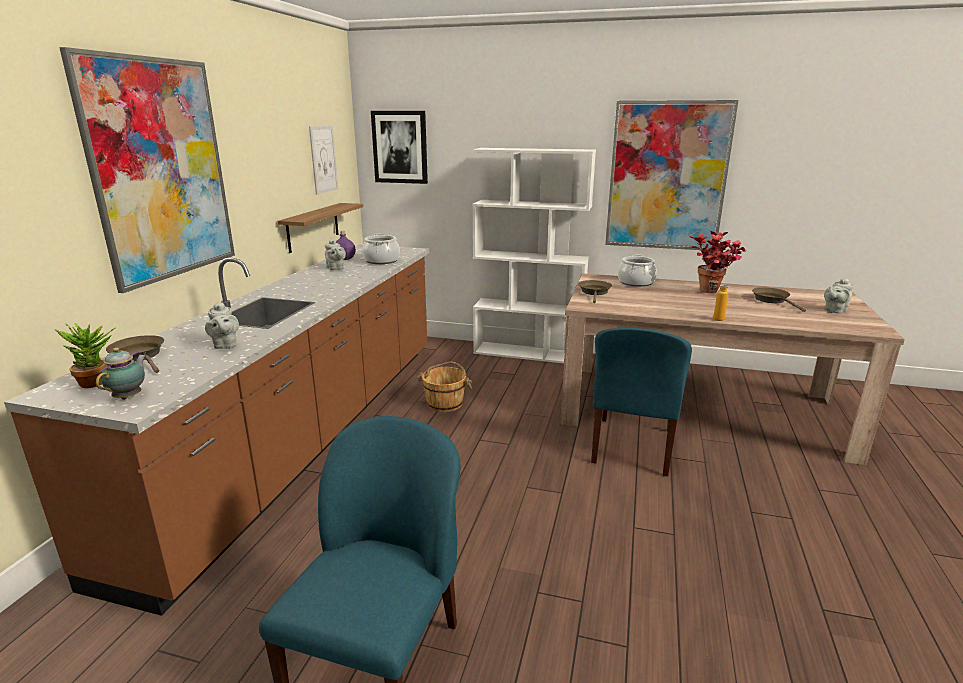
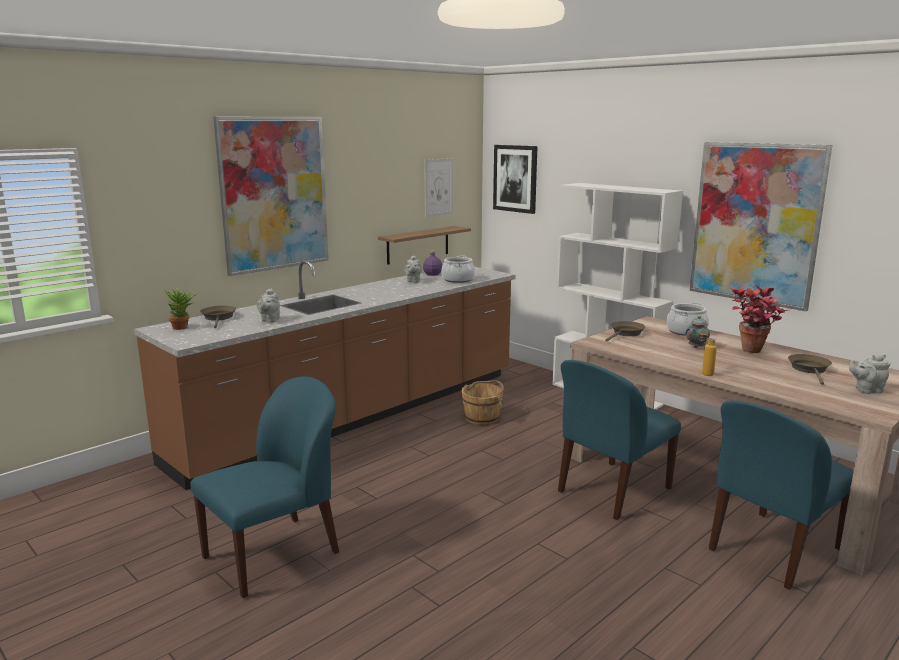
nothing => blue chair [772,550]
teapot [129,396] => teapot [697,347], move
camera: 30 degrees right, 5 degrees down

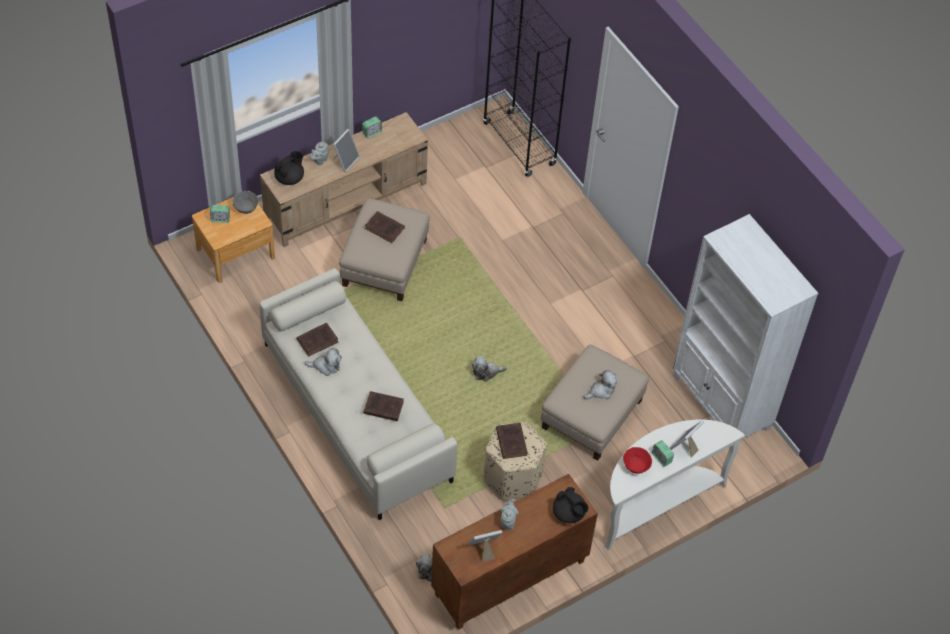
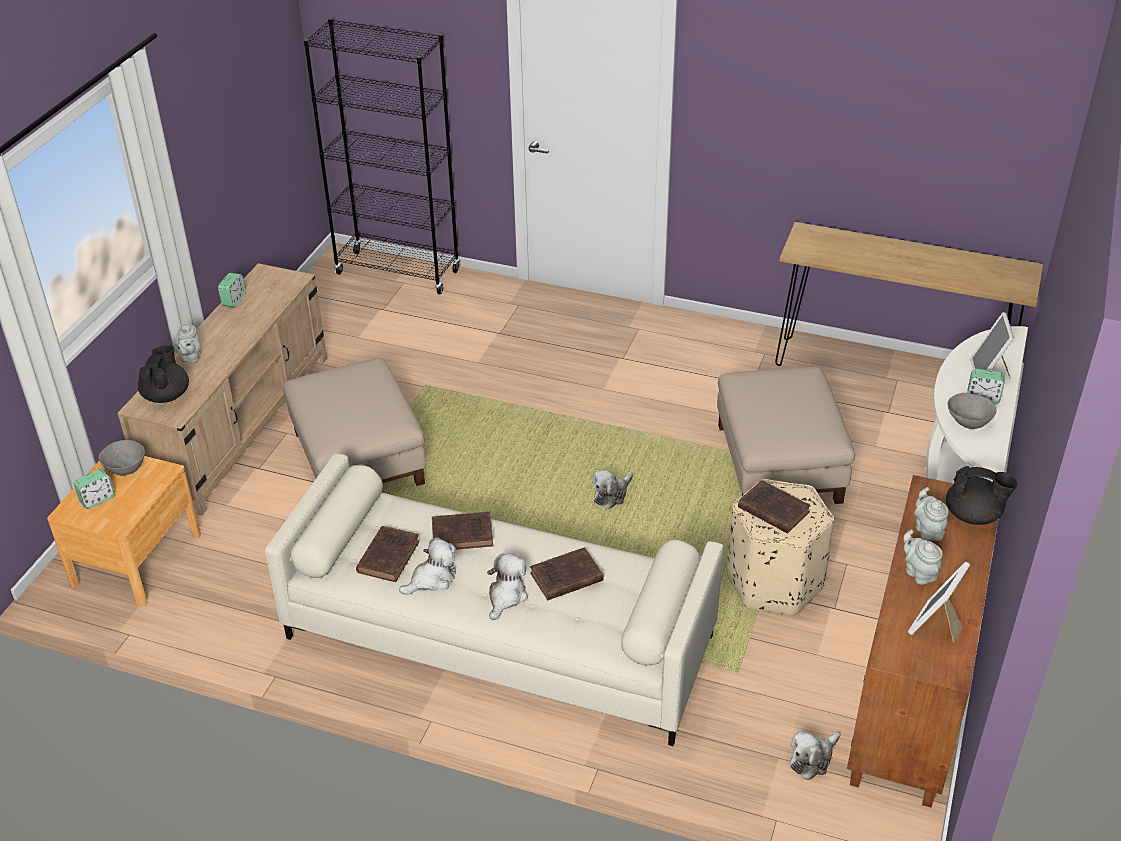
picture frame [345,160] => nothing
nothing => grey teapot [927,530]
brown book [385,229] => brown book [464,534], move
plush toy [601,390] => plush toy [506,596], move
white bookcase [721,403] => brown console table [890,373]
red bowl [636,466] => grey bowl [969,421]
camera: 35 degrees left, 15 degrees down

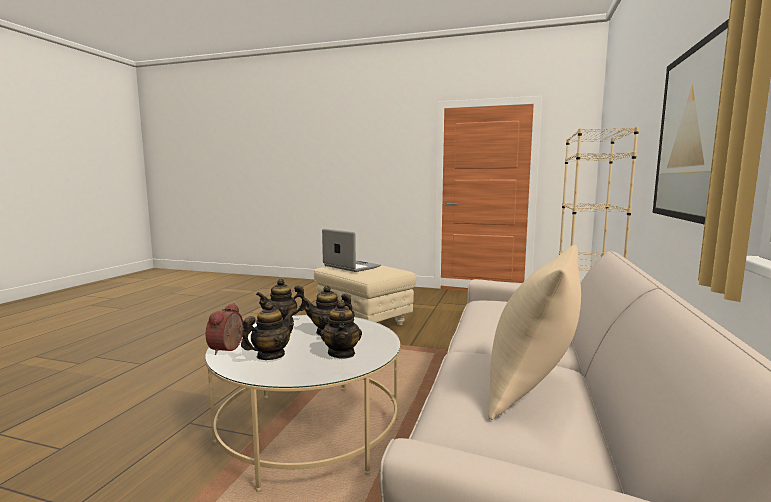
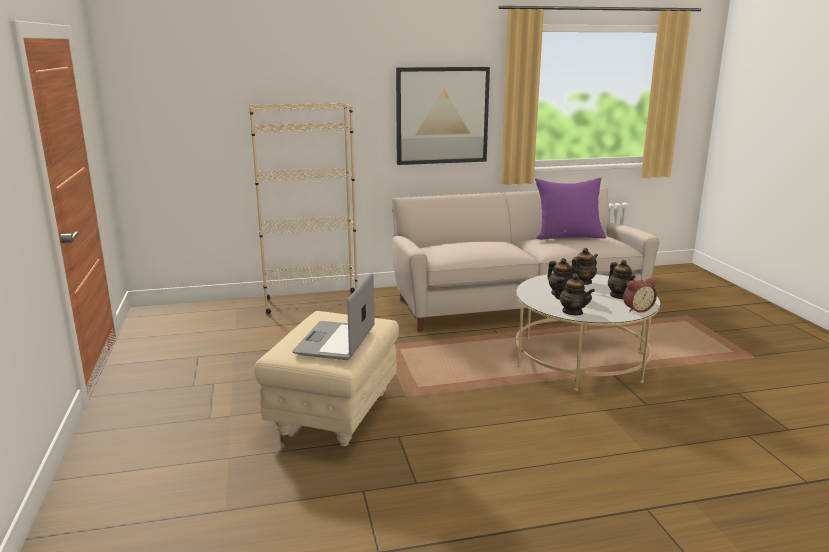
beige pillow [532,386] => purple pillow [568,236]
teapot [270,356] => teapot [620,296], 120 degrees counterclockwise
camera: 120 degrees left, 10 degrees up

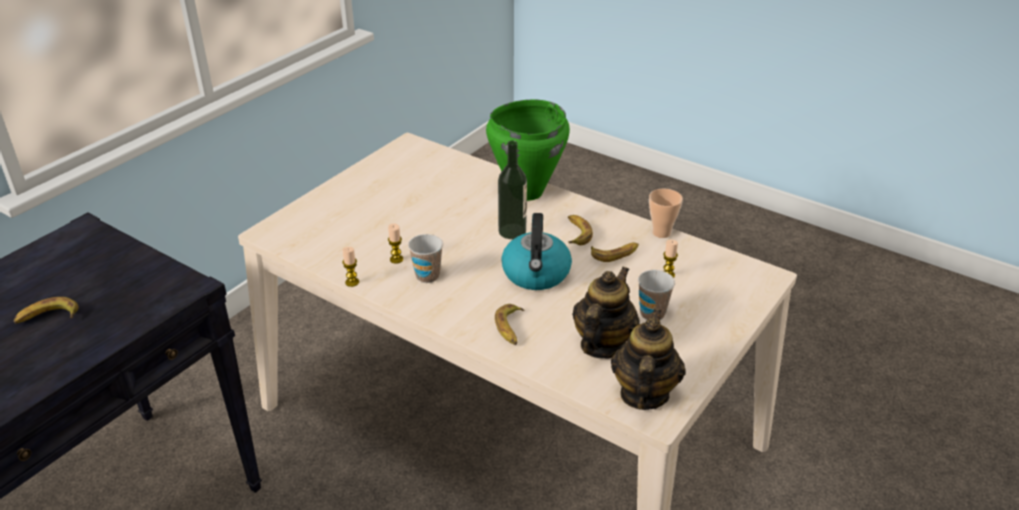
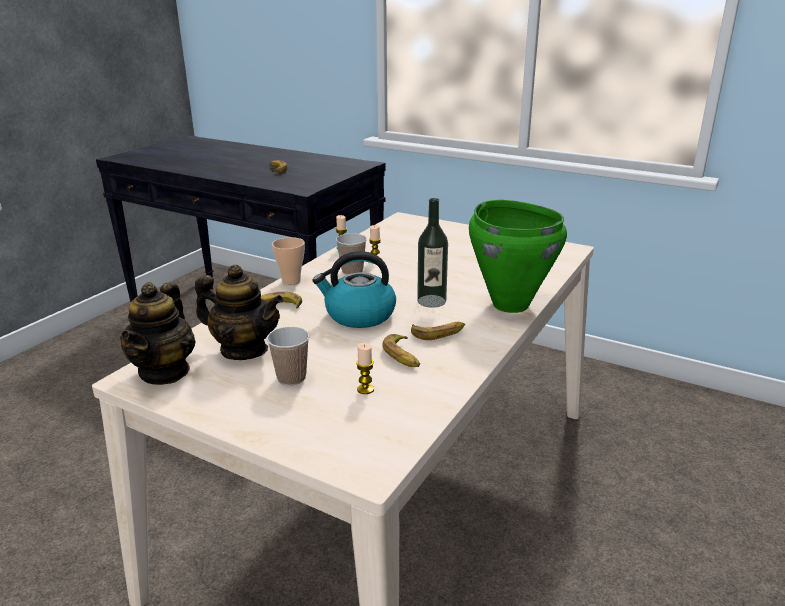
cup [661,232] => cup [291,281], move
teapot [643,394] => teapot [165,371], 90 degrees clockwise
camera: 85 degrees right, 10 degrees down

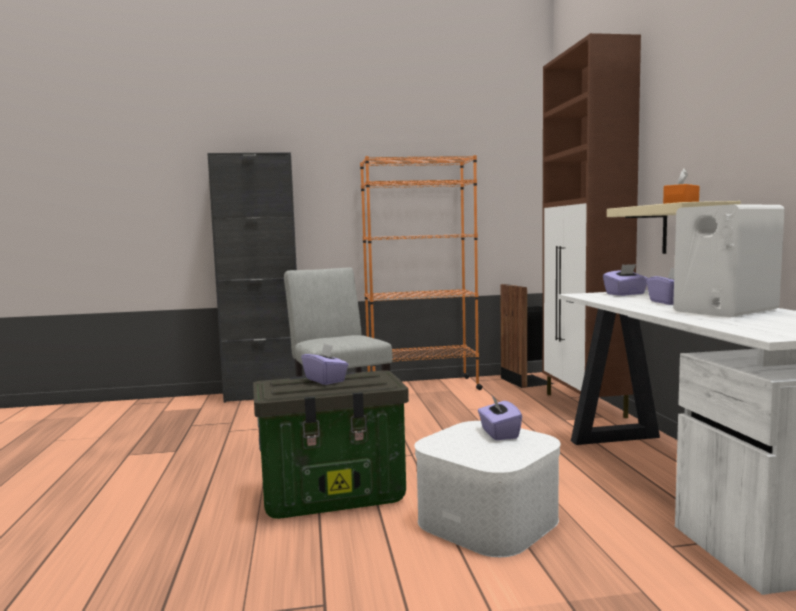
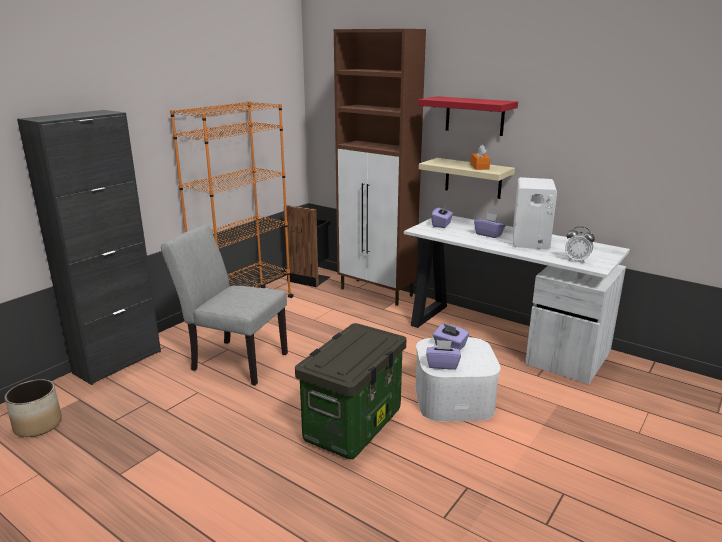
nothing => planter [38,425]
nothing => red shelf [474,116]
nothing => alarm clock [577,260]
purple tissue box [325,380] => purple tissue box [442,364], move
camera: 45 degrees left, 15 degrees up

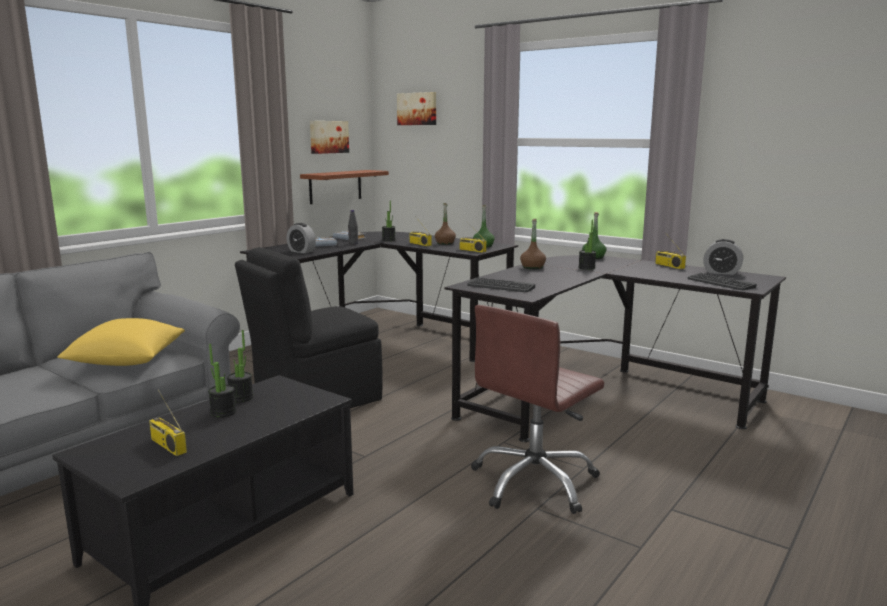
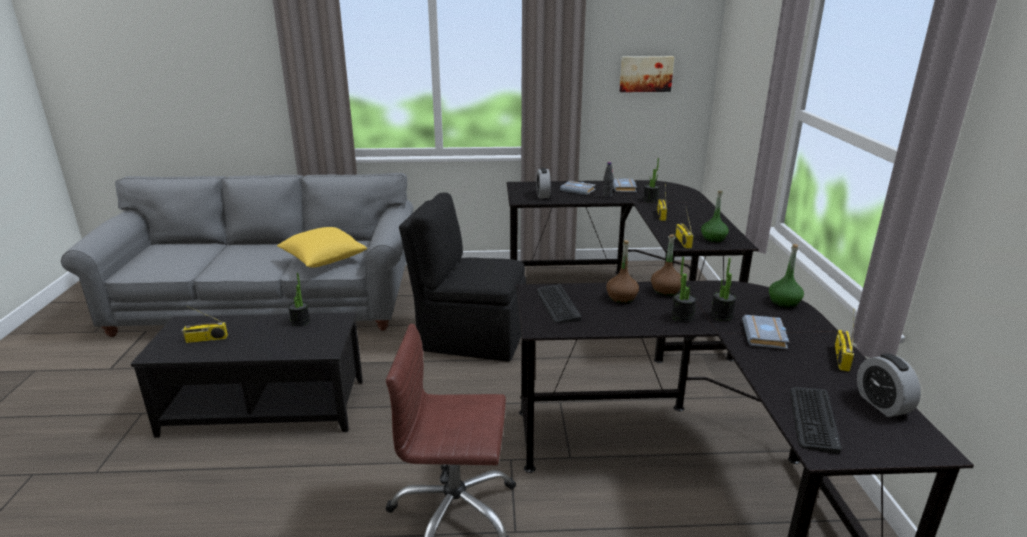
brown shelf [335,186] => nothing
picture [417,109] => nothing
nothing => grey book [766,336]
potted plant [223,412] => potted plant [682,317], move
brown bottle [445,243] => brown bottle [621,298], move
radio [167,446] => radio [206,339], 105 degrees counterclockwise
camera: 50 degrees right, 10 degrees up

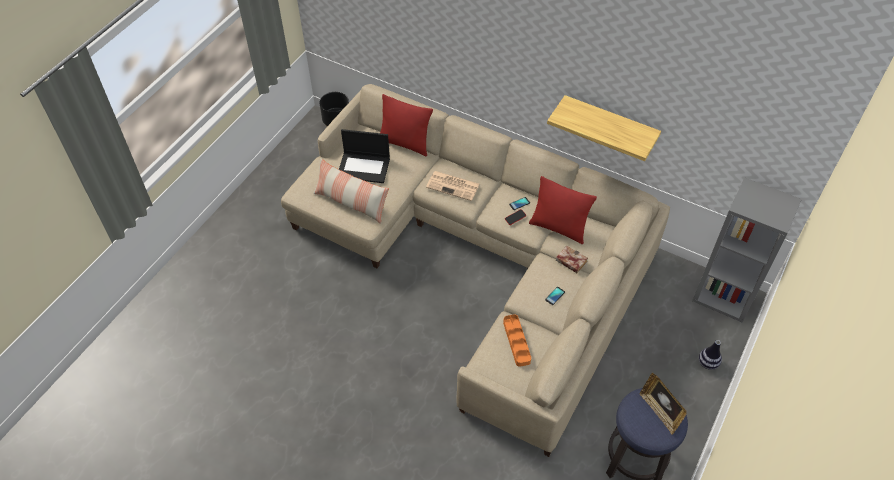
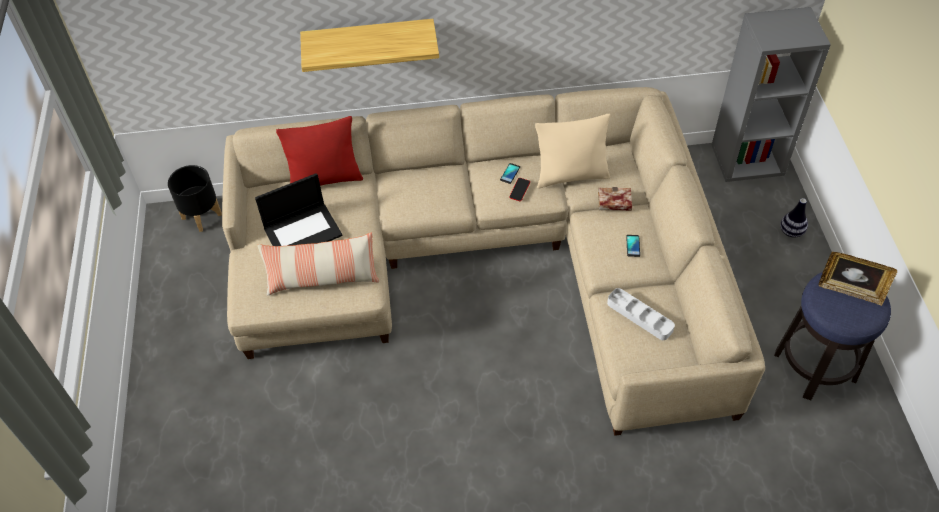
newspaper [453,186] => nothing
shelf [609,124] => shelf [369,41], move
orange tray [516,342] => grey tray [639,316]
red pillow [558,228] => beige pillow [571,176]
camera: 35 degrees left, 0 degrees up

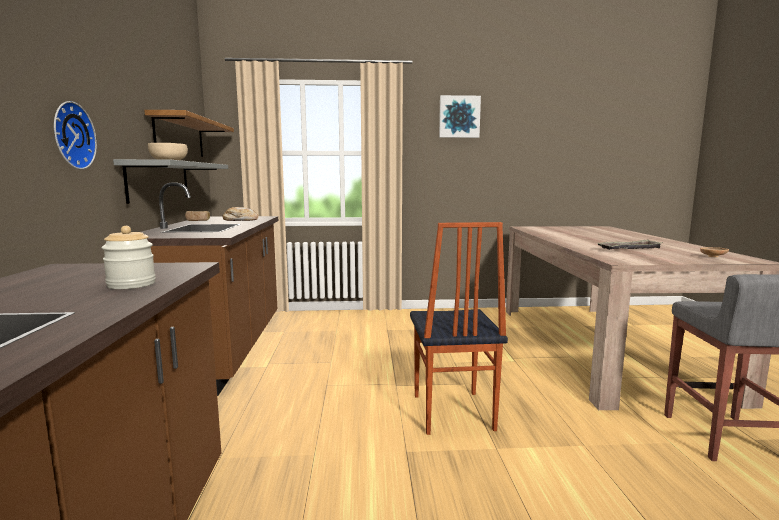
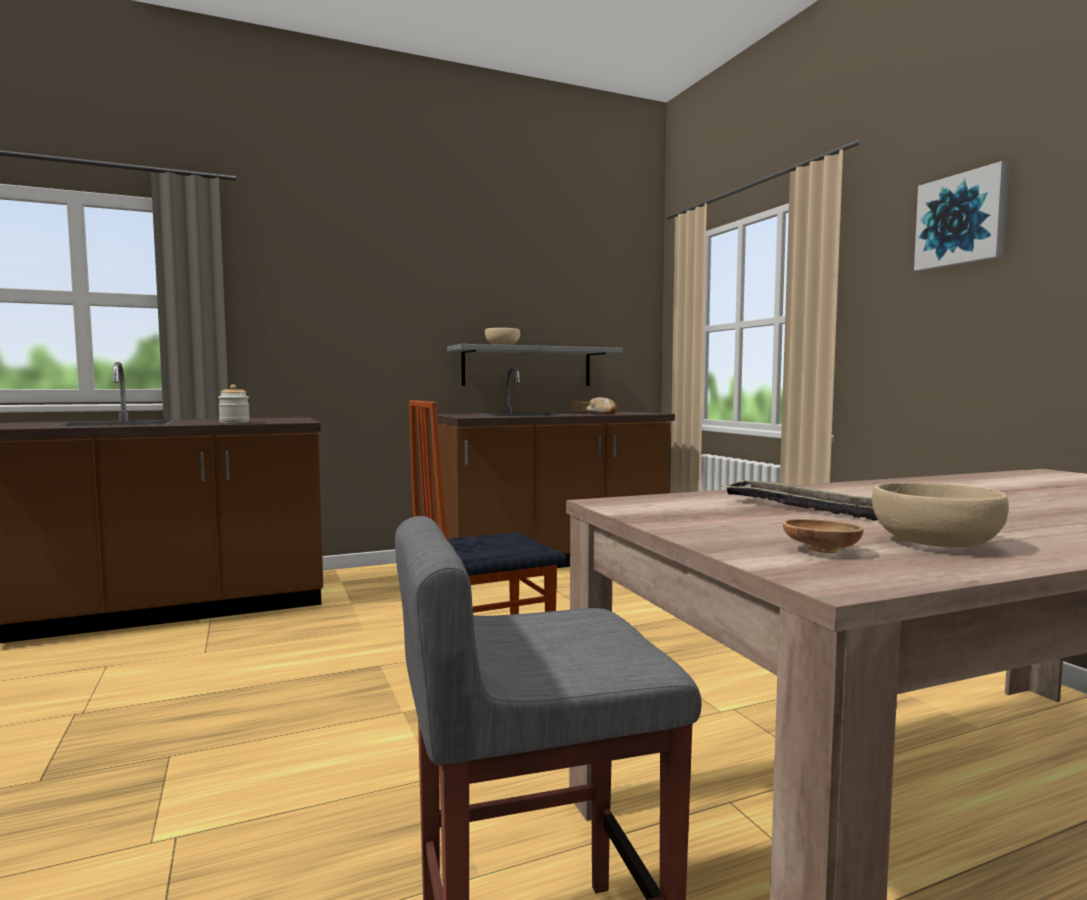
wall clock [70,135] => nothing
shelf [180,137] => nothing
nothing => beige bowl [936,544]
camera: 70 degrees right, 5 degrees down

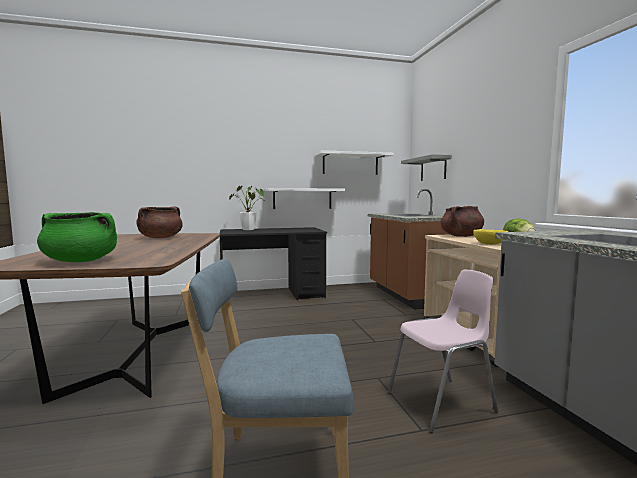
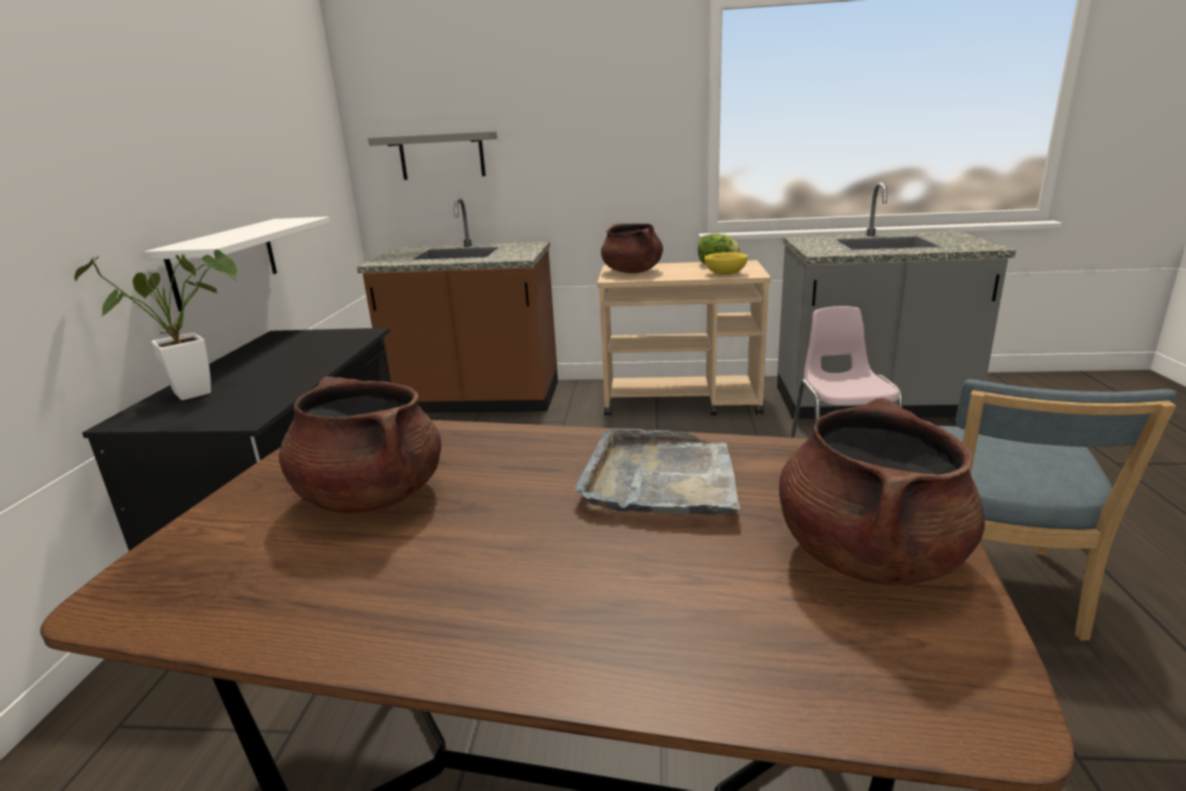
white shelf [350,164] => nothing
nothing => grey tray [661,479]
green cooking pot [81,261] => brown cooking pot [868,555]
camera: 70 degrees left, 15 degrees up

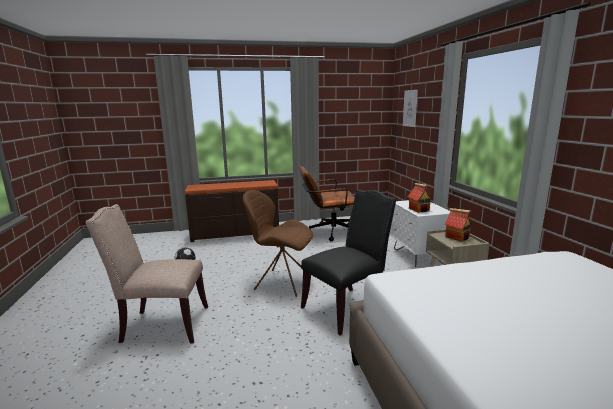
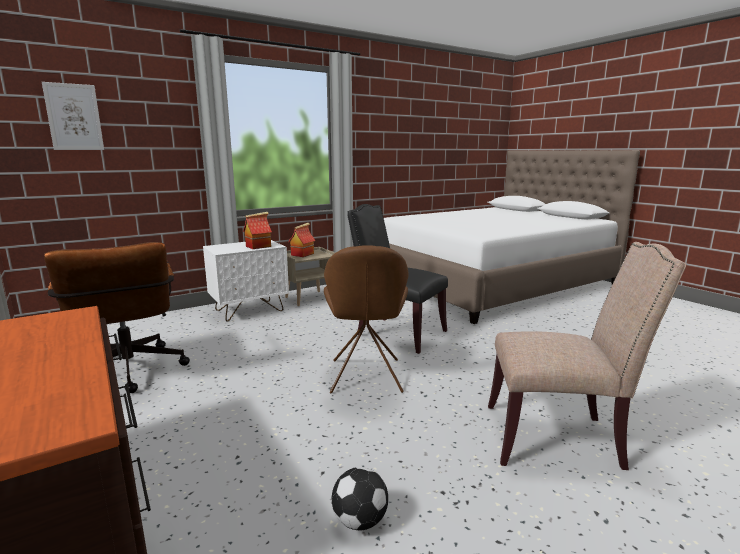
beige chair [161,325] => beige chair [558,438], 60 degrees counterclockwise
camera: 110 degrees left, 0 degrees up

